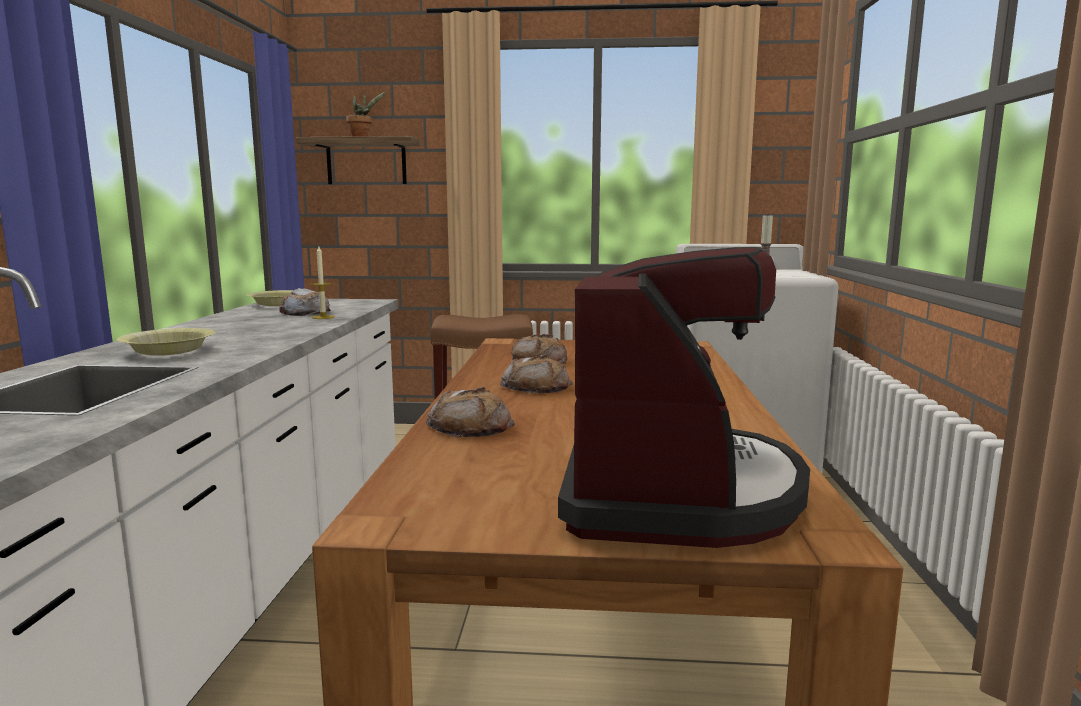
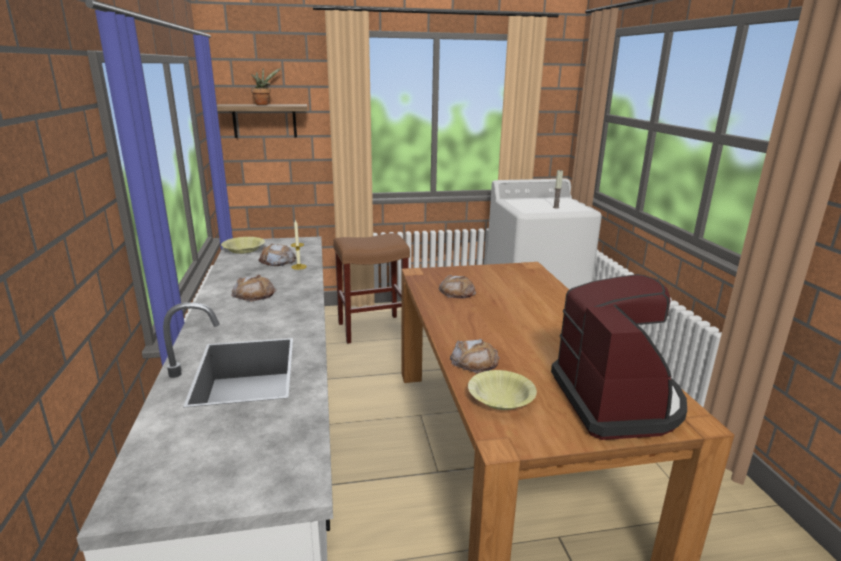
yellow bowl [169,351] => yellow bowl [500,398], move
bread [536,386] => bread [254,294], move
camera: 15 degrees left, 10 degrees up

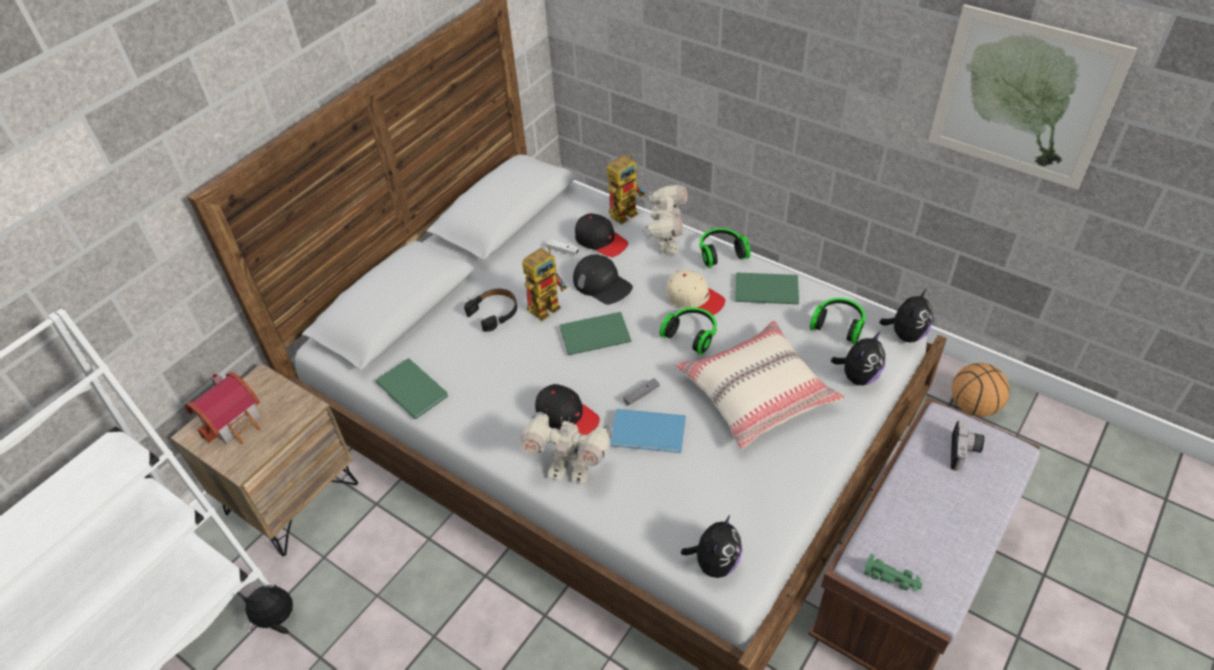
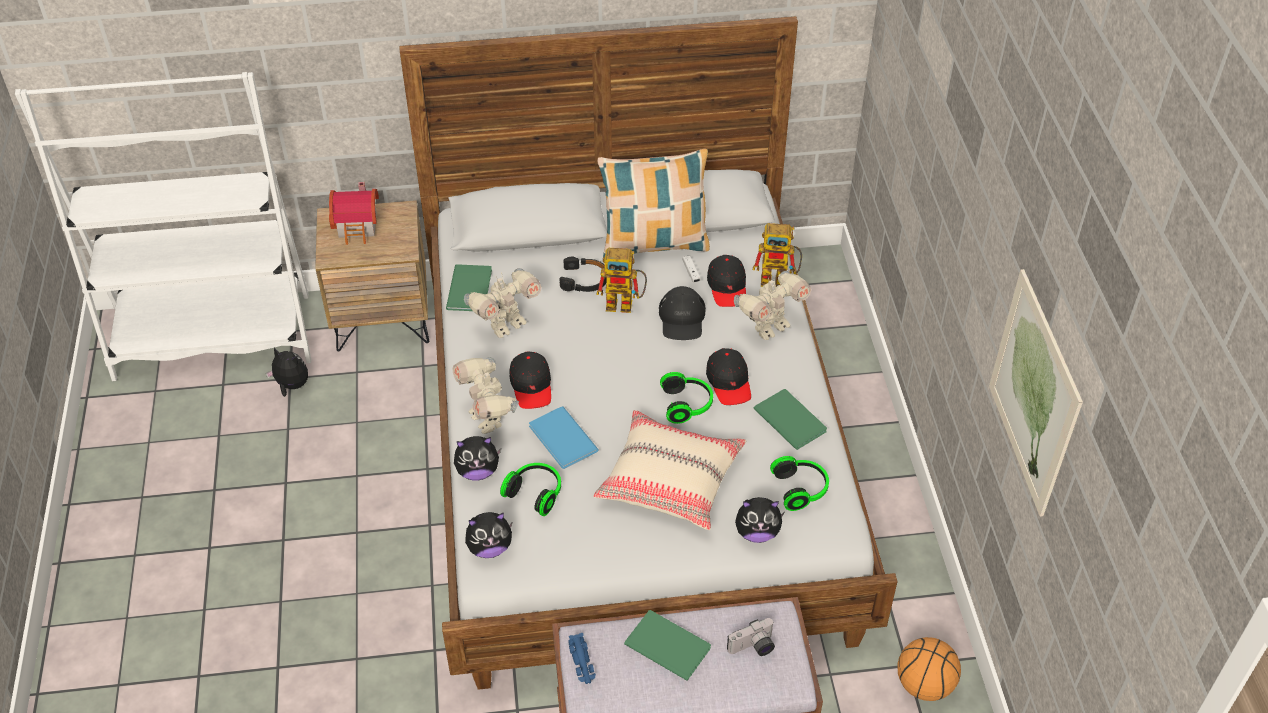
grey game controller [641,394] => nothing
nothing => toy robot [506,325]
nothing => pillow [654,244]
green book [593,334] => green book [667,643], move
headphones [721,253] => headphones [536,493], move
plush toy [905,334] => plush toy [478,471], move
beige cap [694,298] => black cap [729,382]
green toy car [892,578] => blue toy car [582,663]
camera: 45 degrees right, 0 degrees up

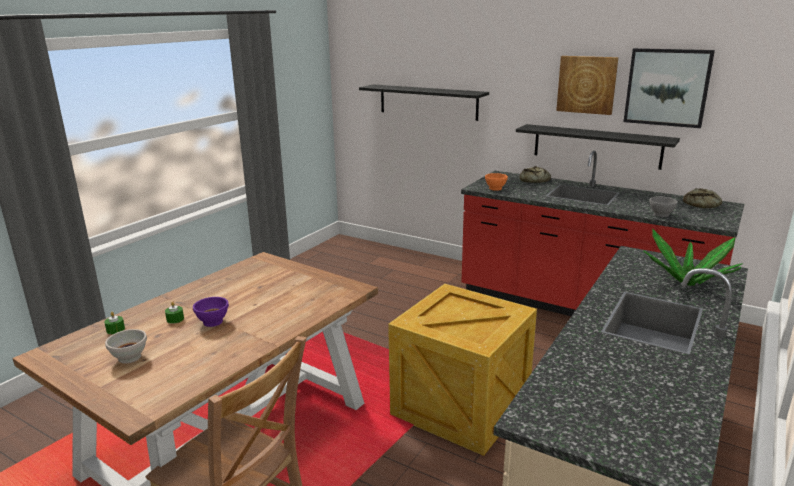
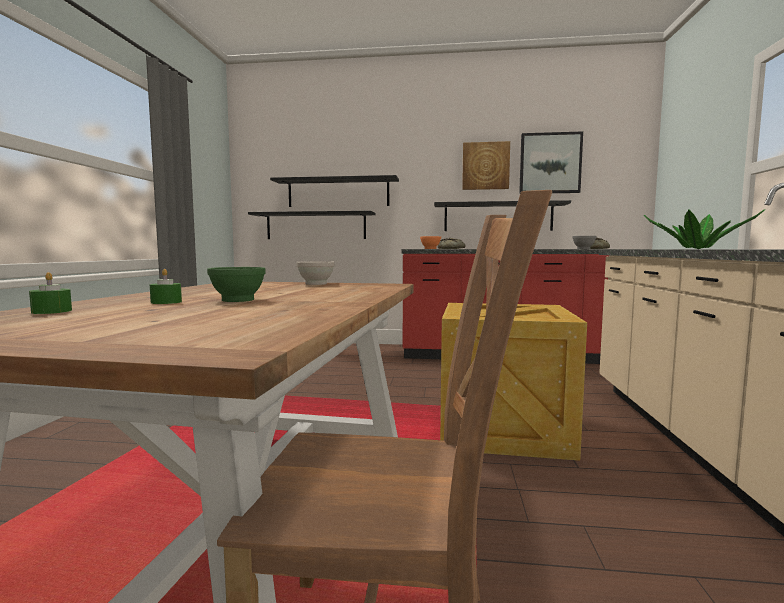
nothing => black shelf [316,226]
white bowl [129,358] => white bowl [316,284], move
purple bowl [213,322] => green bowl [238,300]
camera: 25 degrees left, 15 degrees down

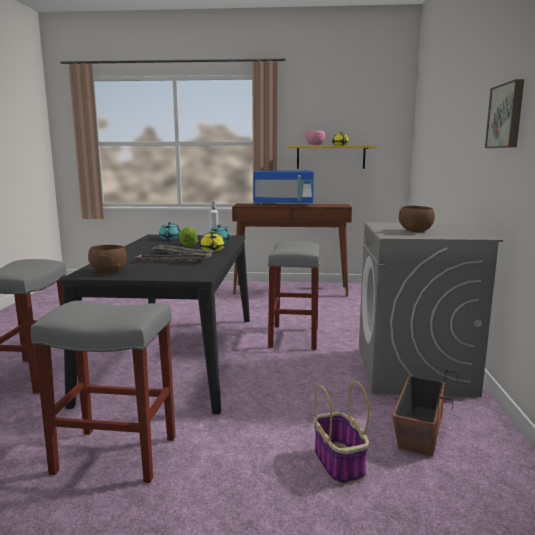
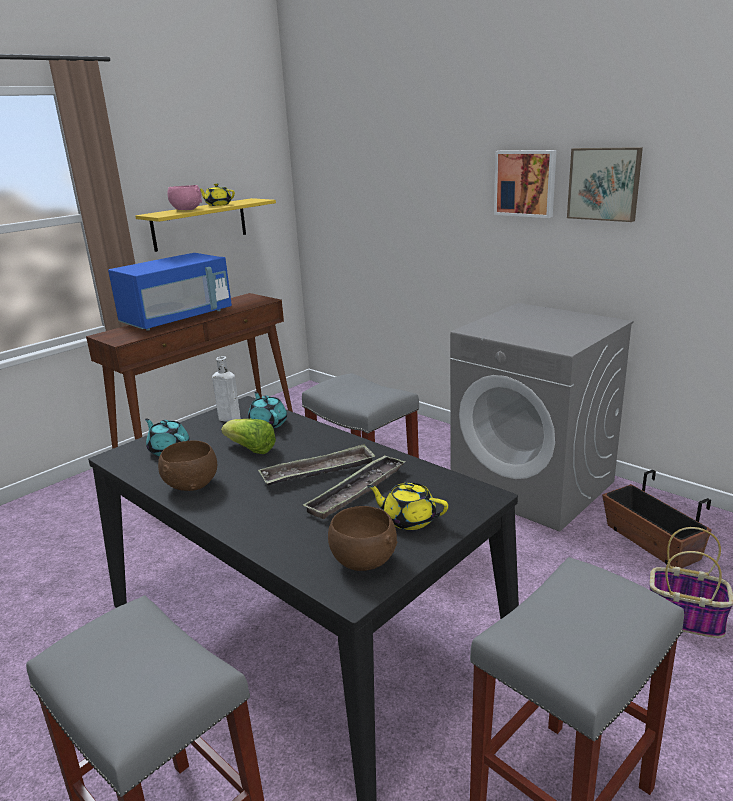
nothing => picture [525,183]
yellow teapot [212,250] => yellow teapot [408,519], move
brown bowl [416,231] => brown bowl [192,485], move
camera: 50 degrees left, 10 degrees up

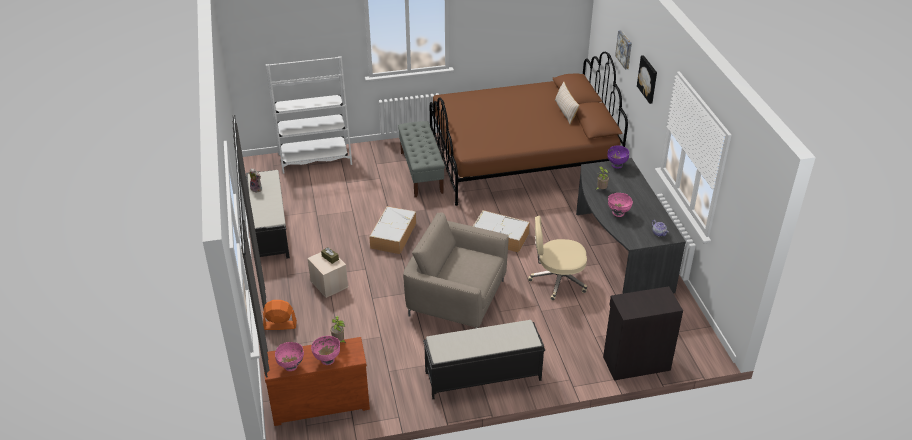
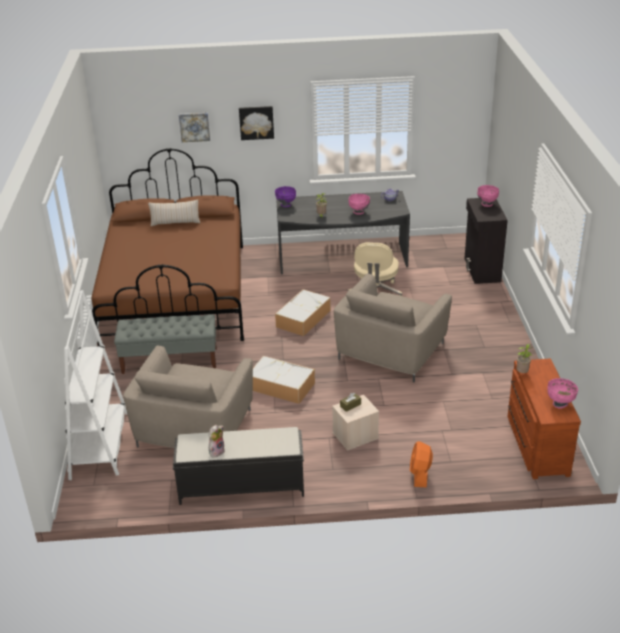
black bench [482,376] => nothing
nothing => beige armchair [194,428]
pink bowl [327,359] => pink bowl [486,204], move
camera: 80 degrees left, 5 degrees down

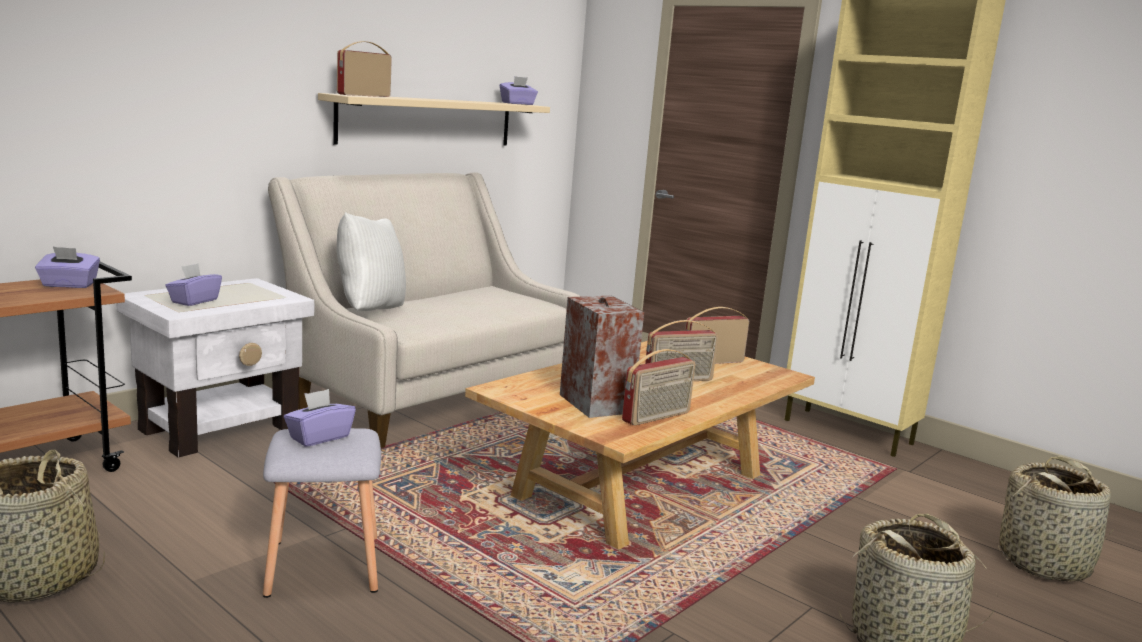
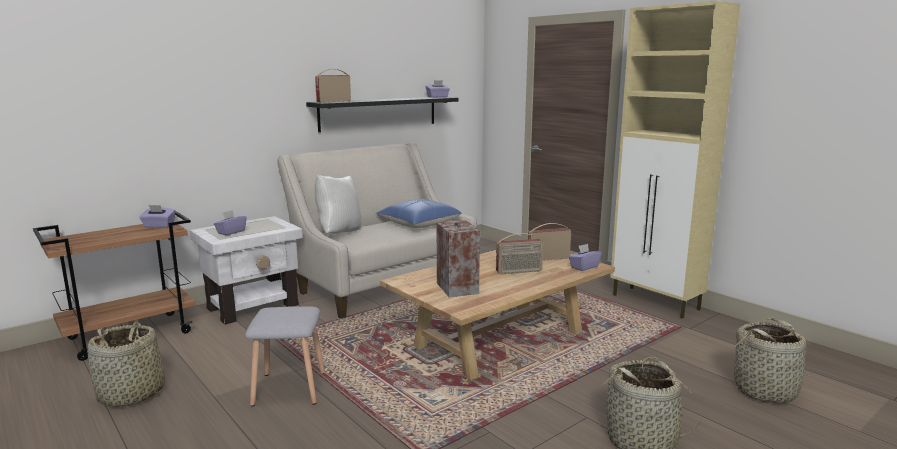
radio [657,417] => nothing
nothing => blue pillow [419,224]
purple tissue box [319,437] => purple tissue box [584,267], move
beige shelf [428,121] => black shelf [379,113]
camera: 10 degrees right, 0 degrees up

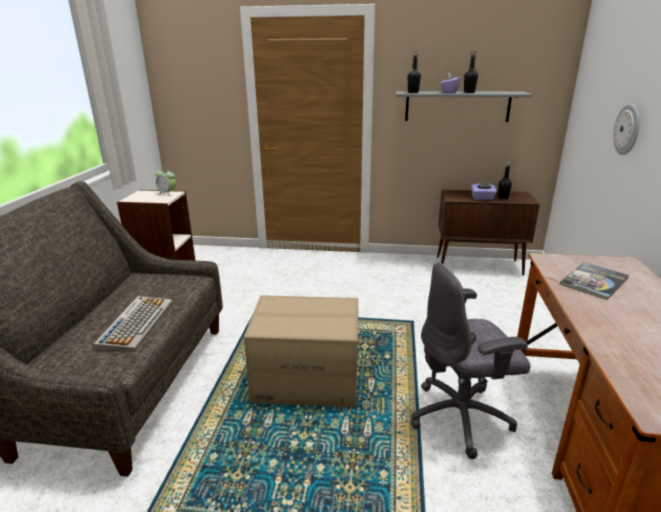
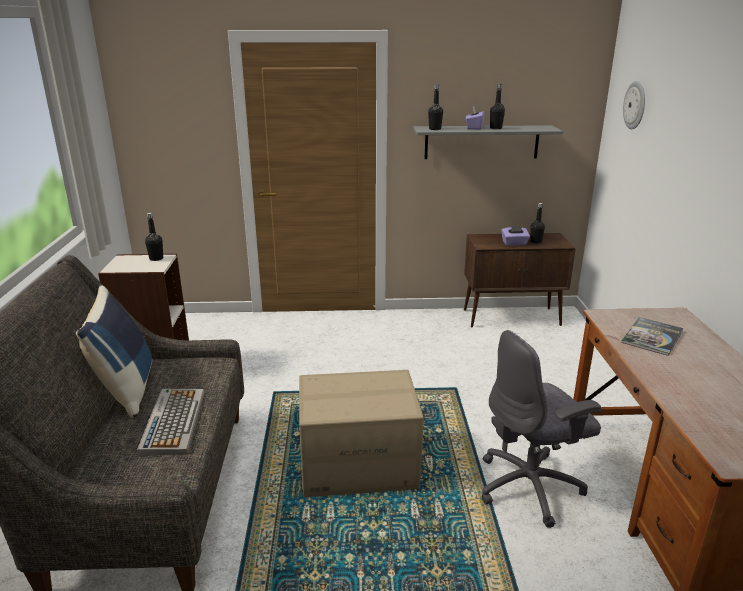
nothing => blue pillow [126,389]
wall clock [627,129] => wall clock [635,105], move
alarm clock [167,193] => black bottle [156,258]
camera: 10 degrees left, 0 degrees up

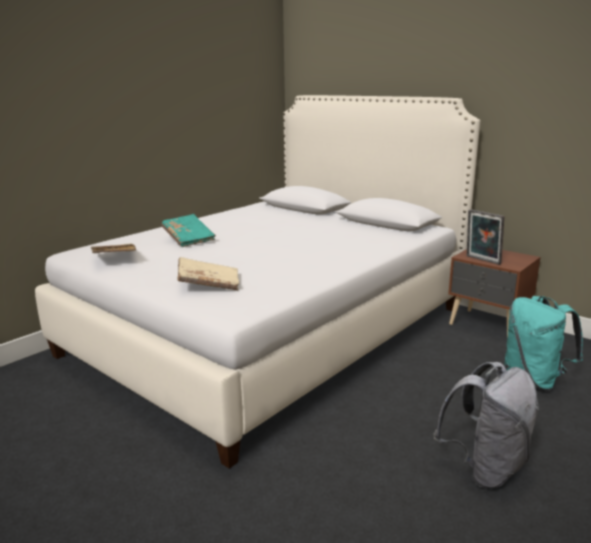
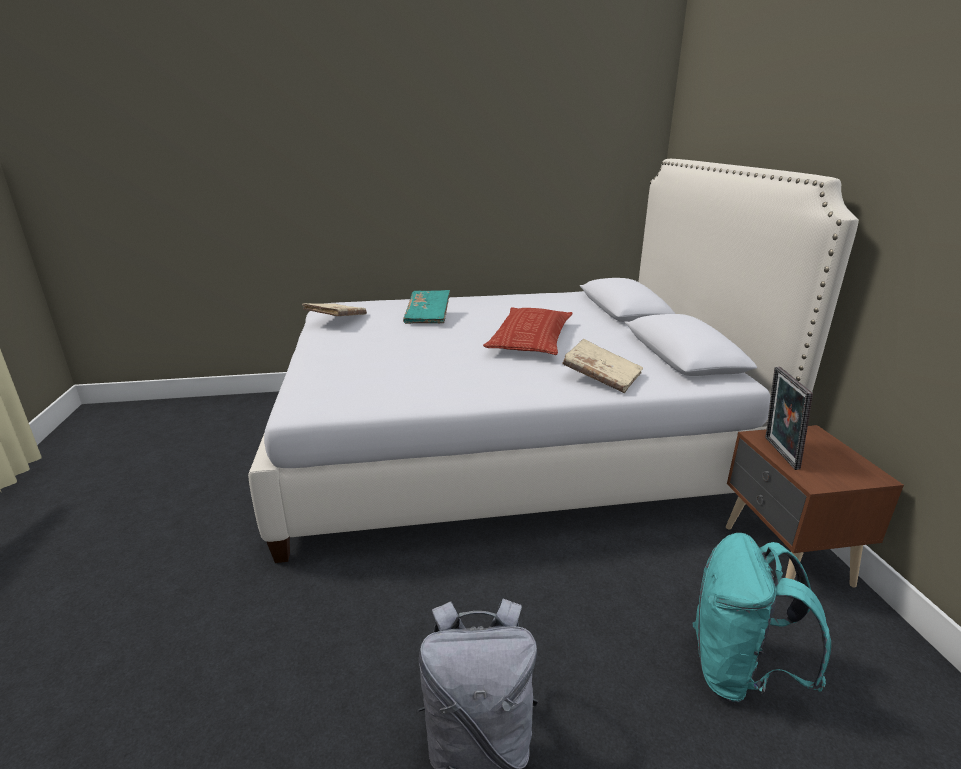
nothing => pillow [531,339]
beige book [208,285] => beige book [601,377], move
camera: 40 degrees right, 5 degrees up

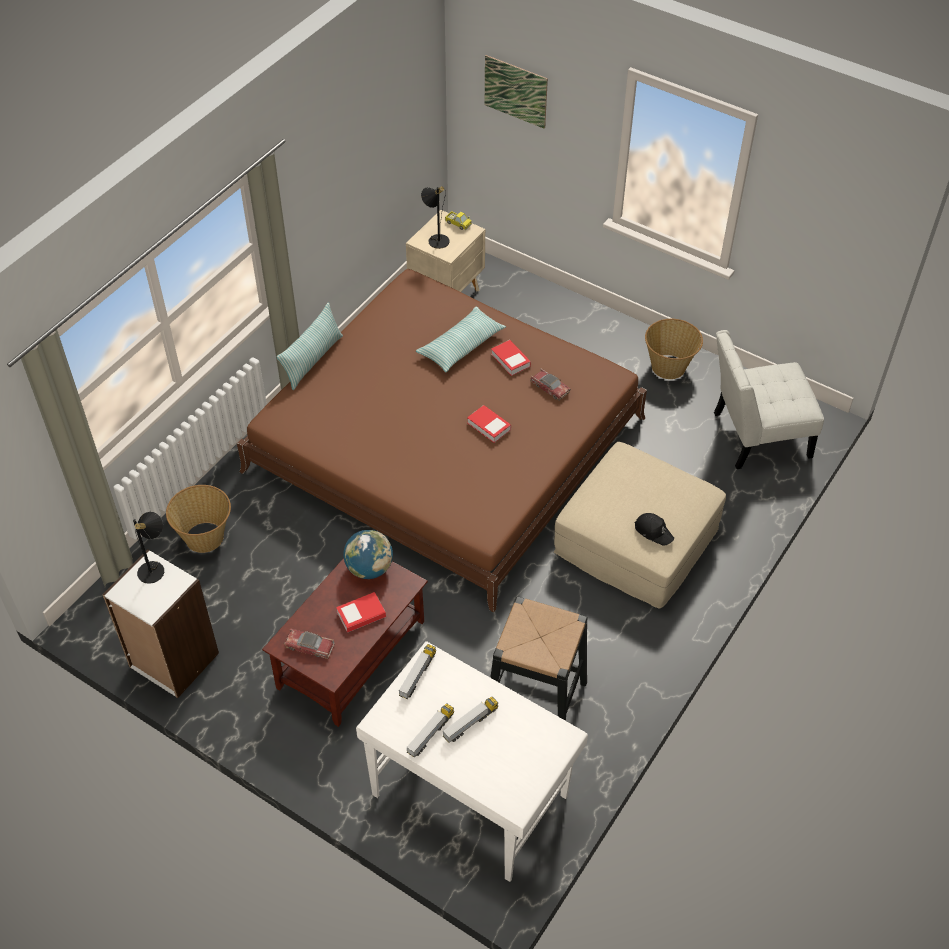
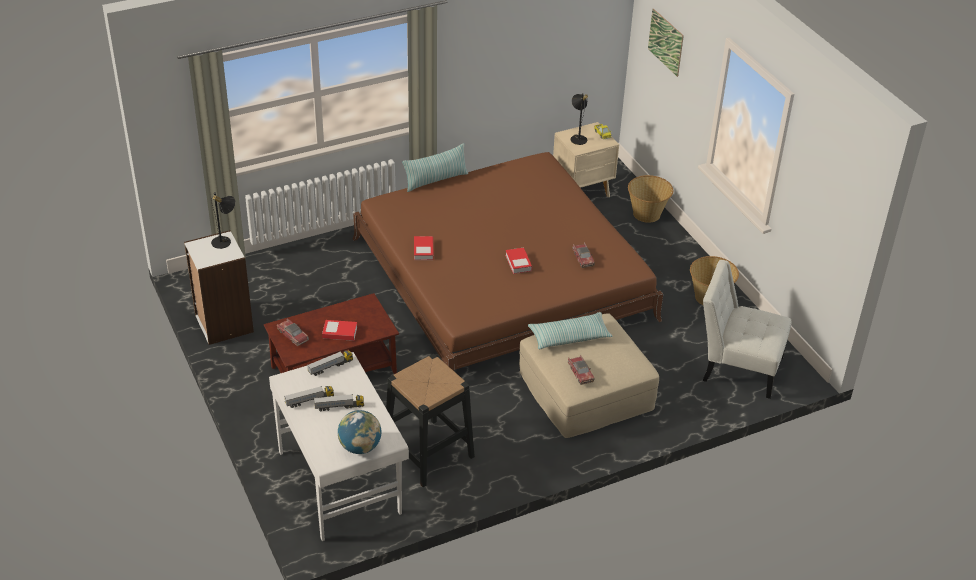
basket [205,537] => basket [647,214], move
globe [369,568] => globe [360,447], move
pillow [461,346] => pillow [569,337], move
book [510,360] => book [423,250], move
black cap [653,531] => toy car [580,373]
camera: 30 degrees right, 10 degrees down

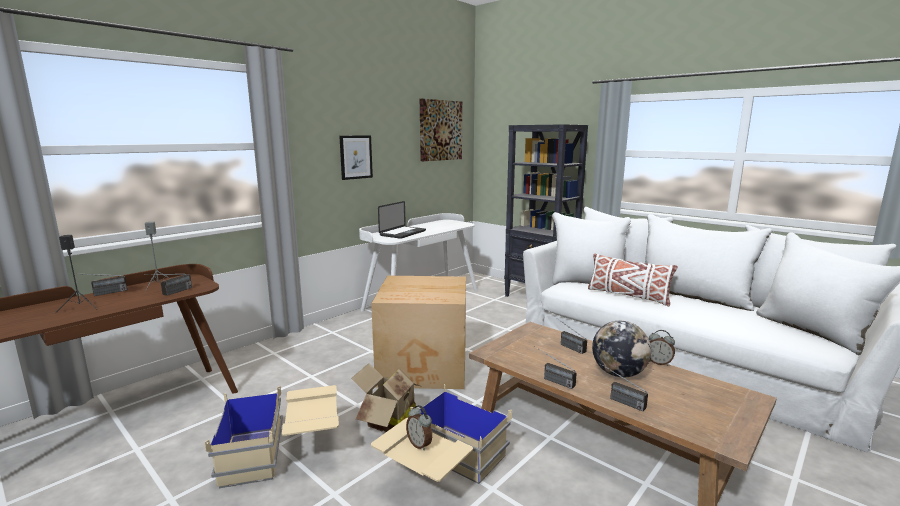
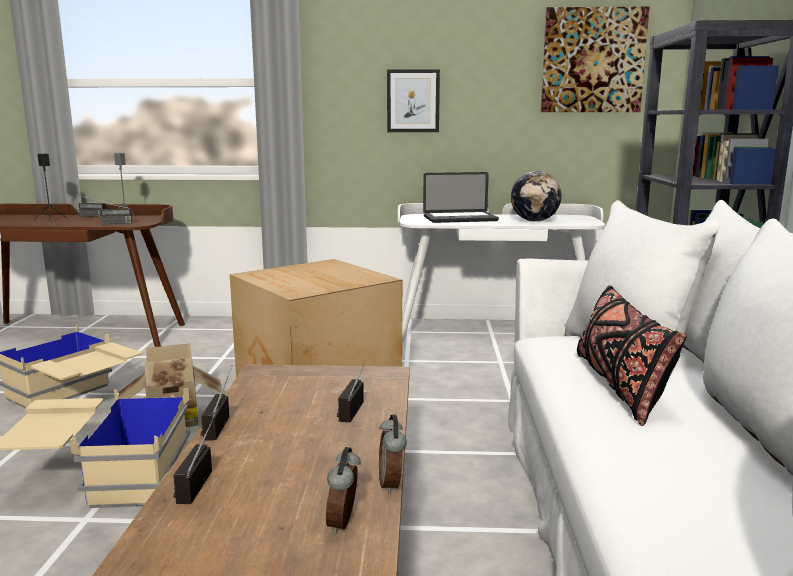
alarm clock [420,444] => alarm clock [344,523], move
globe [618,373] => globe [534,221], move
white pillow [627,296] => black pillow [619,386]
camera: 50 degrees right, 0 degrees up

